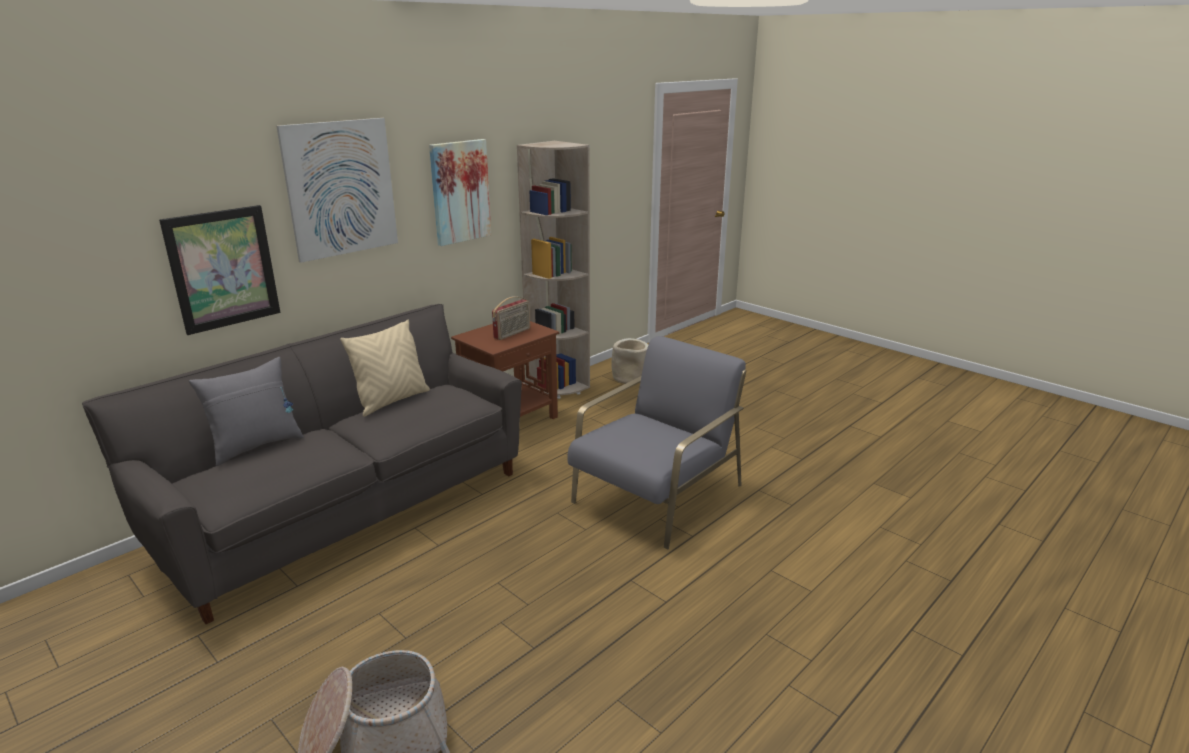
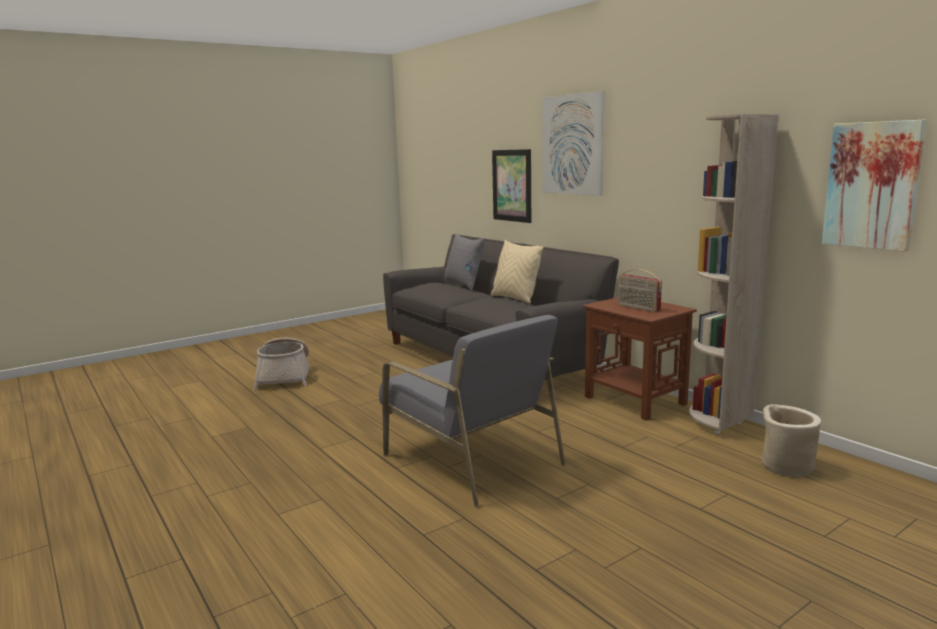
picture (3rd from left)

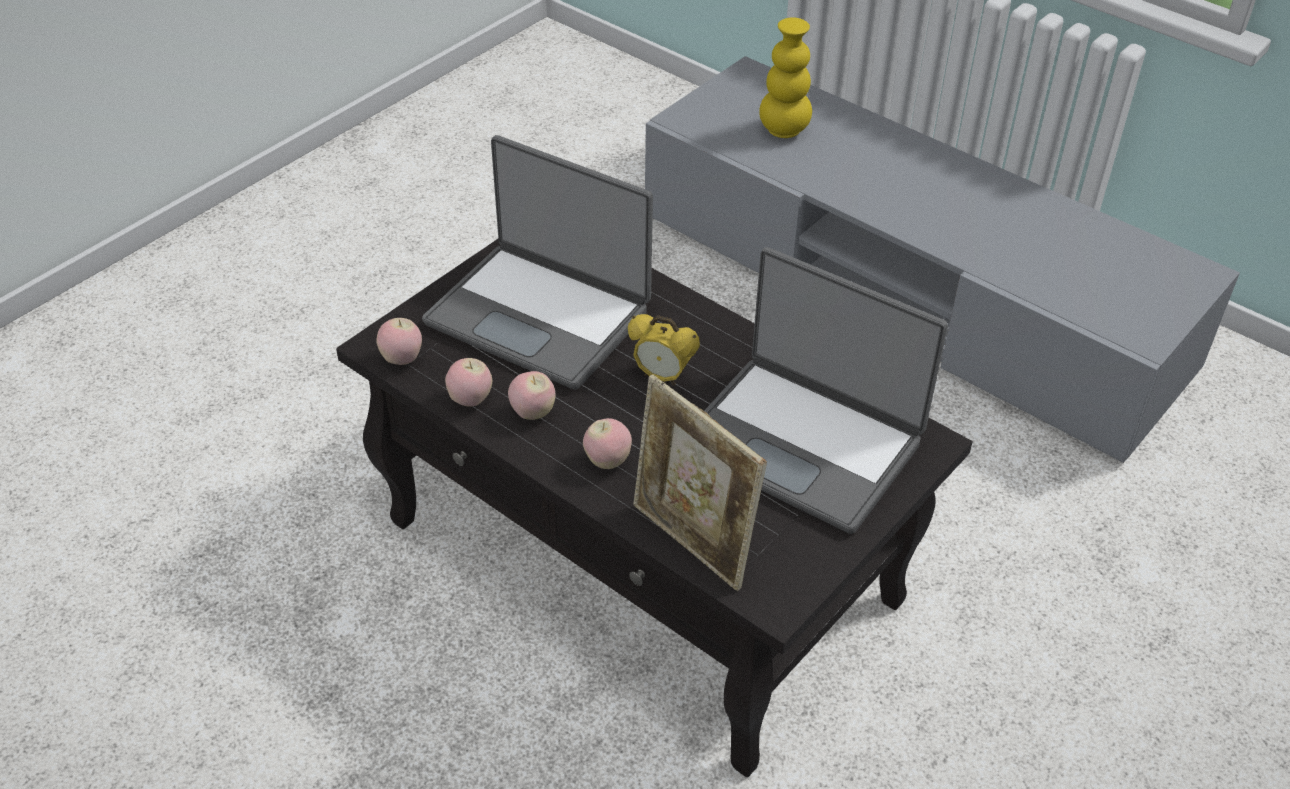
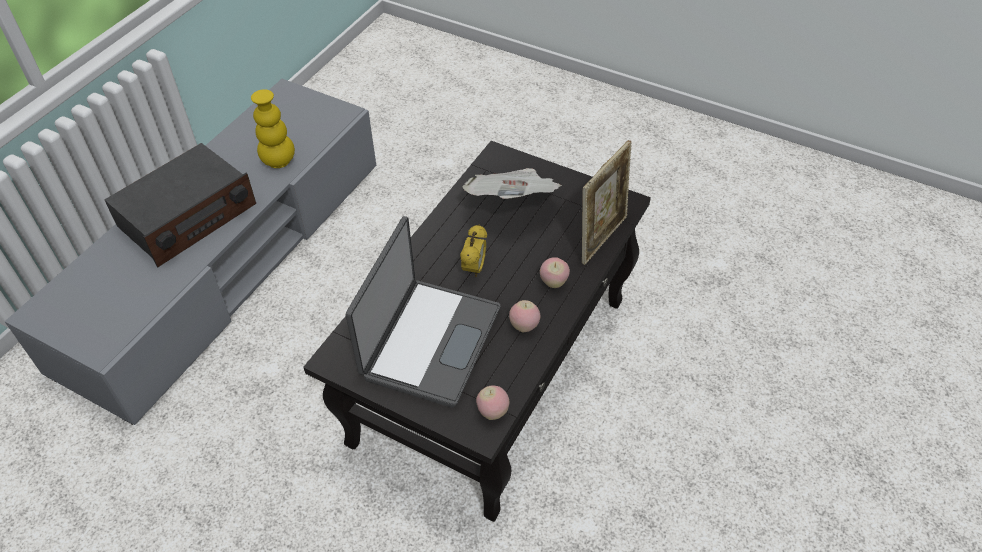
apple (2nd from left in the first image)
newspaper
yellow vase
radio

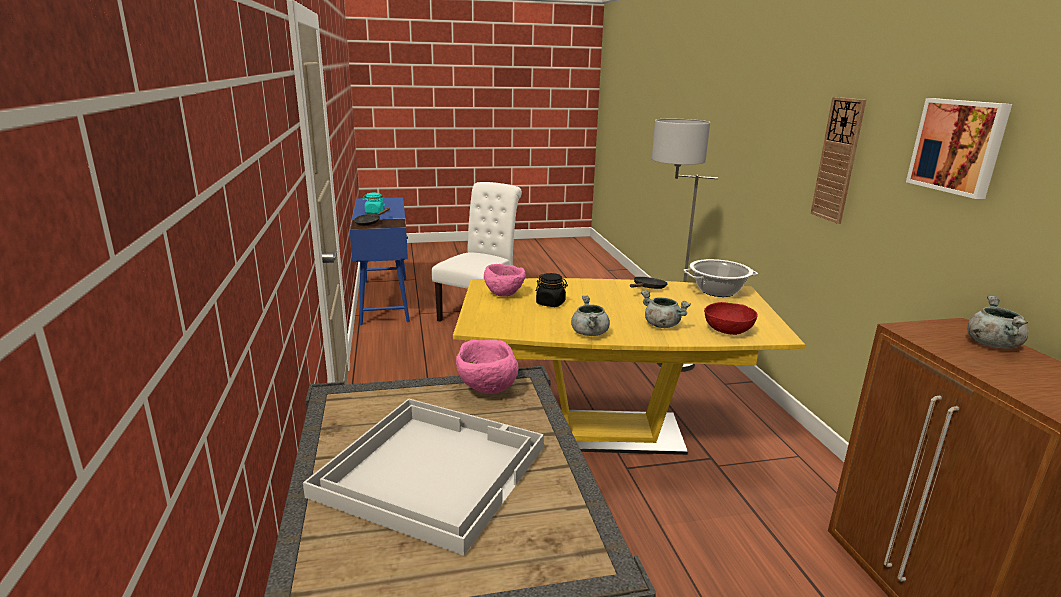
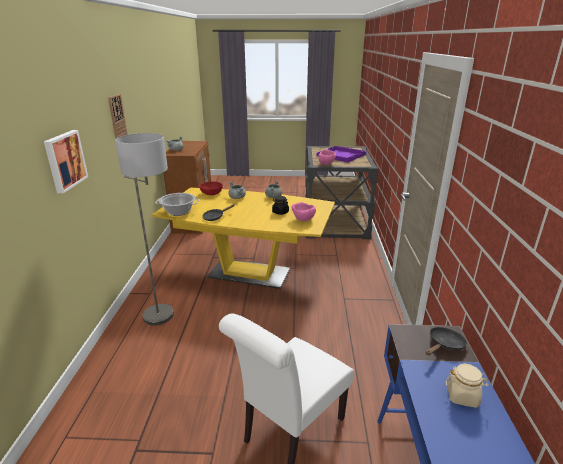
purple tray
beige jar
picture

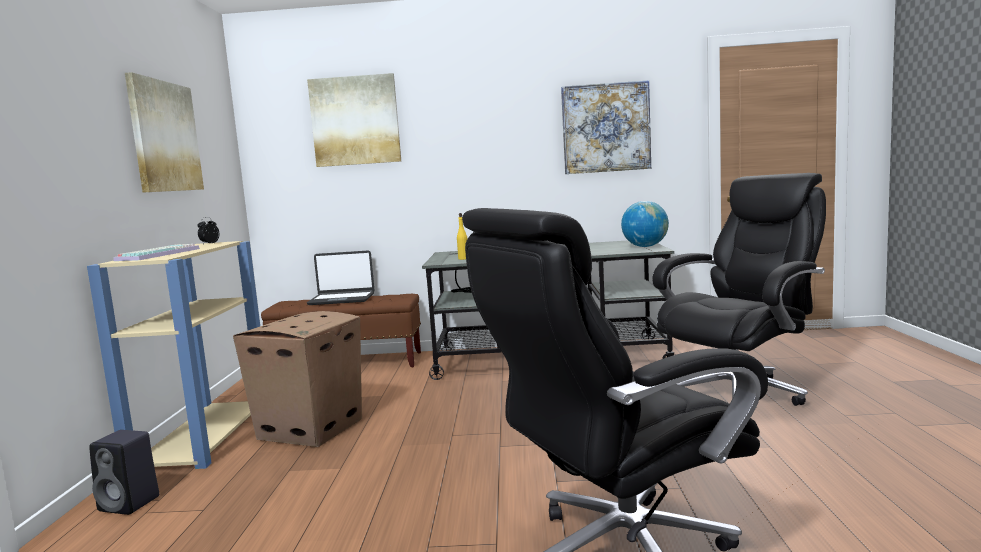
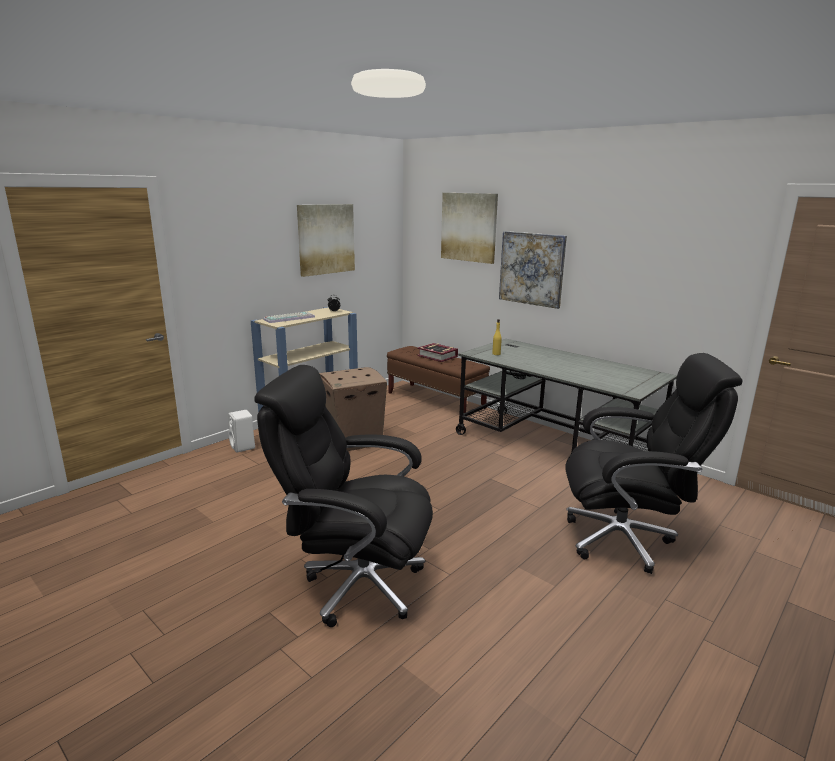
white speaker
book
picture (3rd from left)
globe

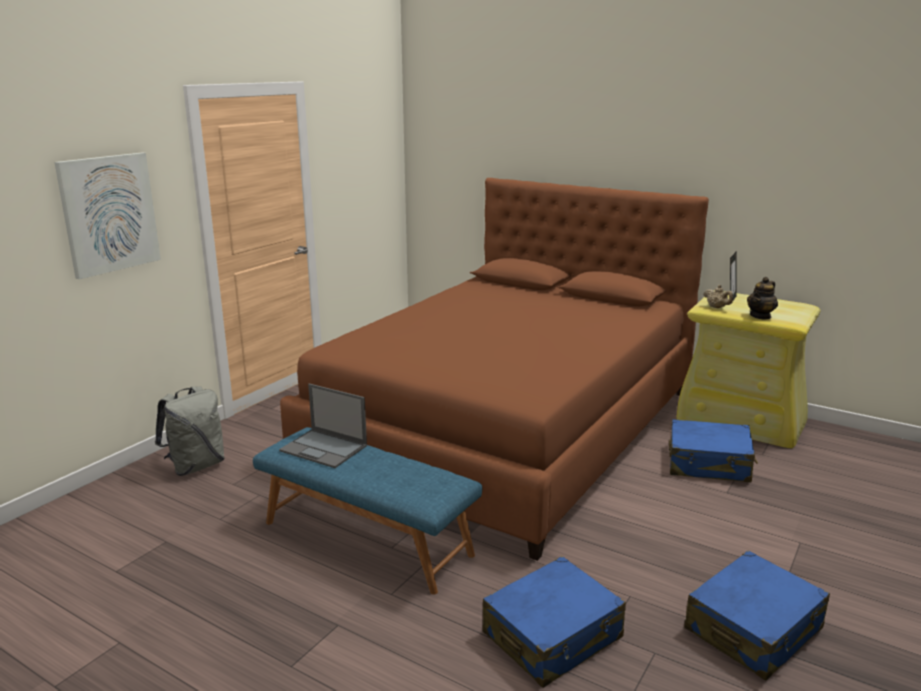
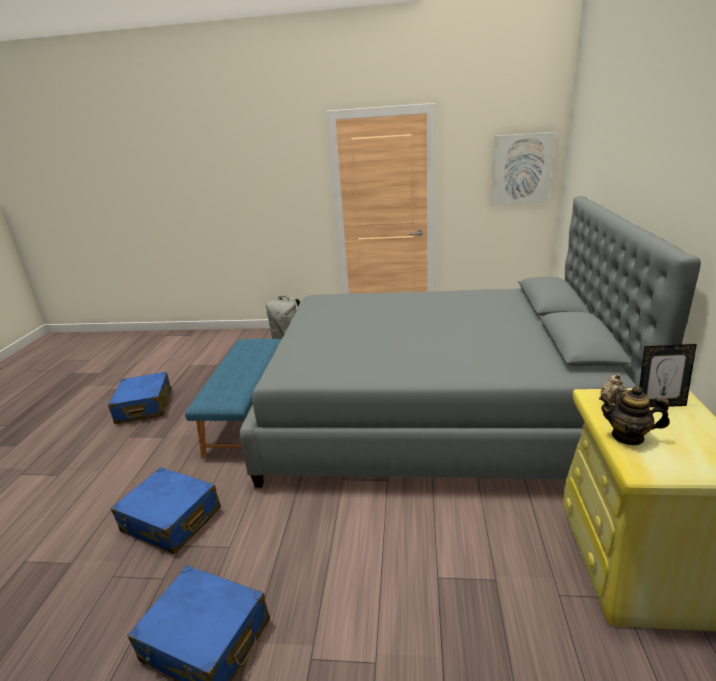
picture
laptop
grey bed
blue suitcase (1st from left)

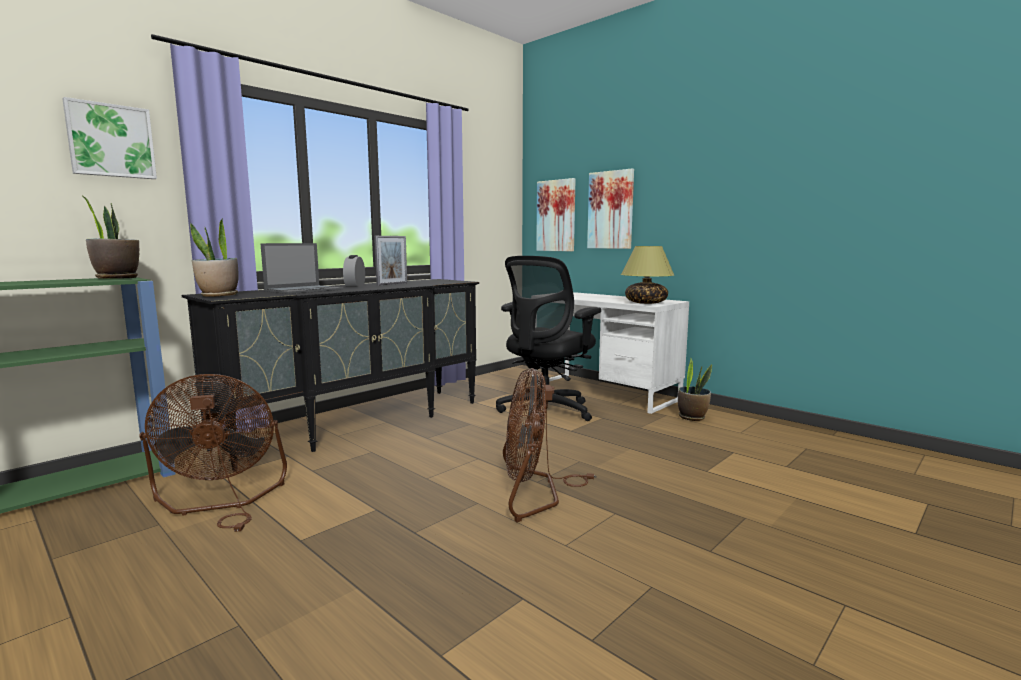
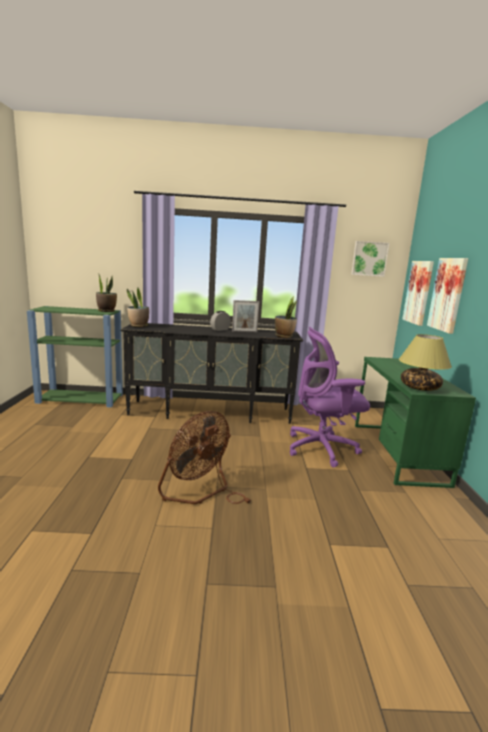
picture (1st from left)
brown fan (1st from left in the first image)
laptop
purple office chair
green desk
potted plant (3rd from left)

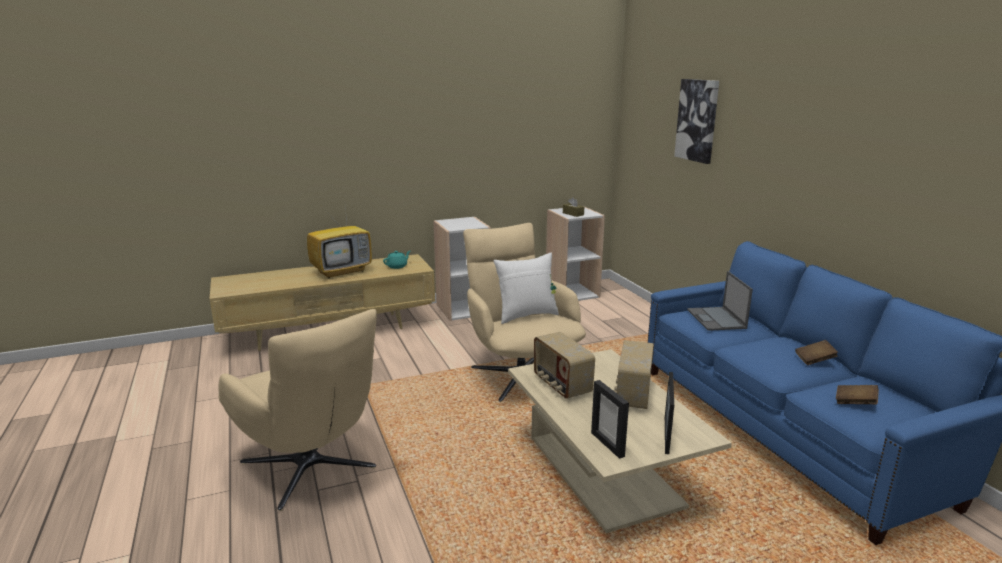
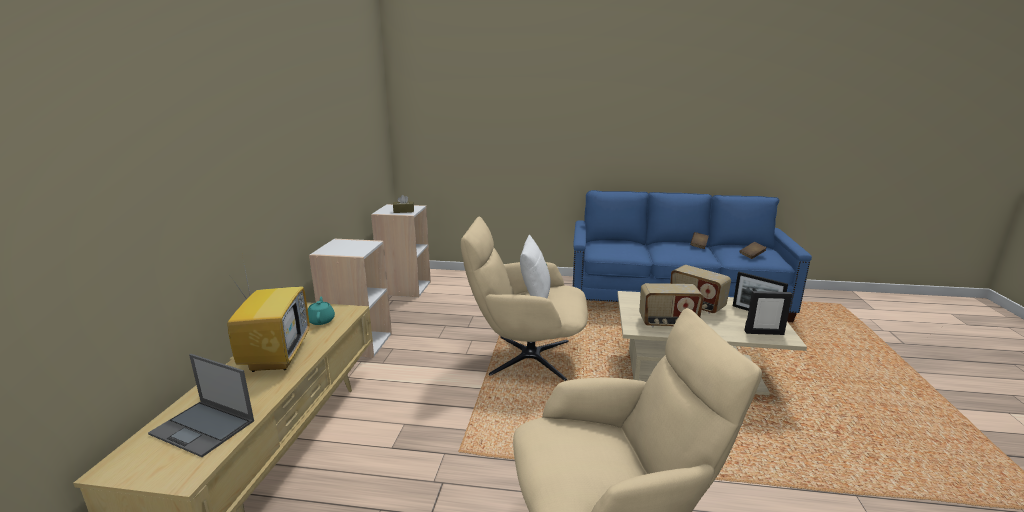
picture
laptop

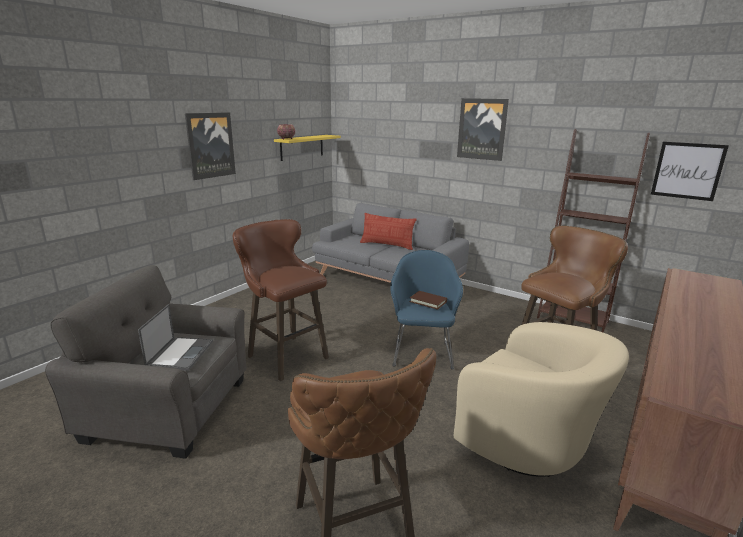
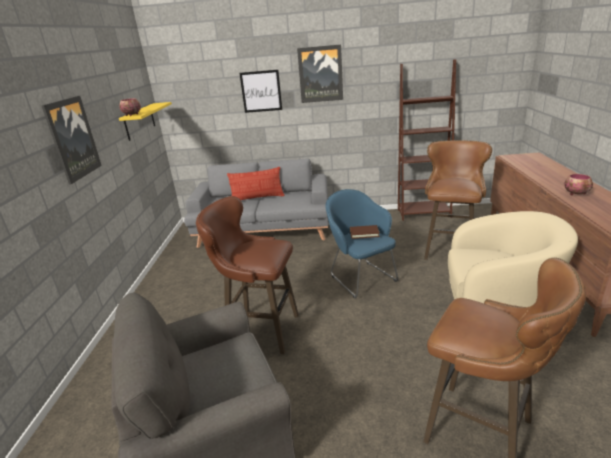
laptop
picture (2nd from left)
bowl (2nd from left)

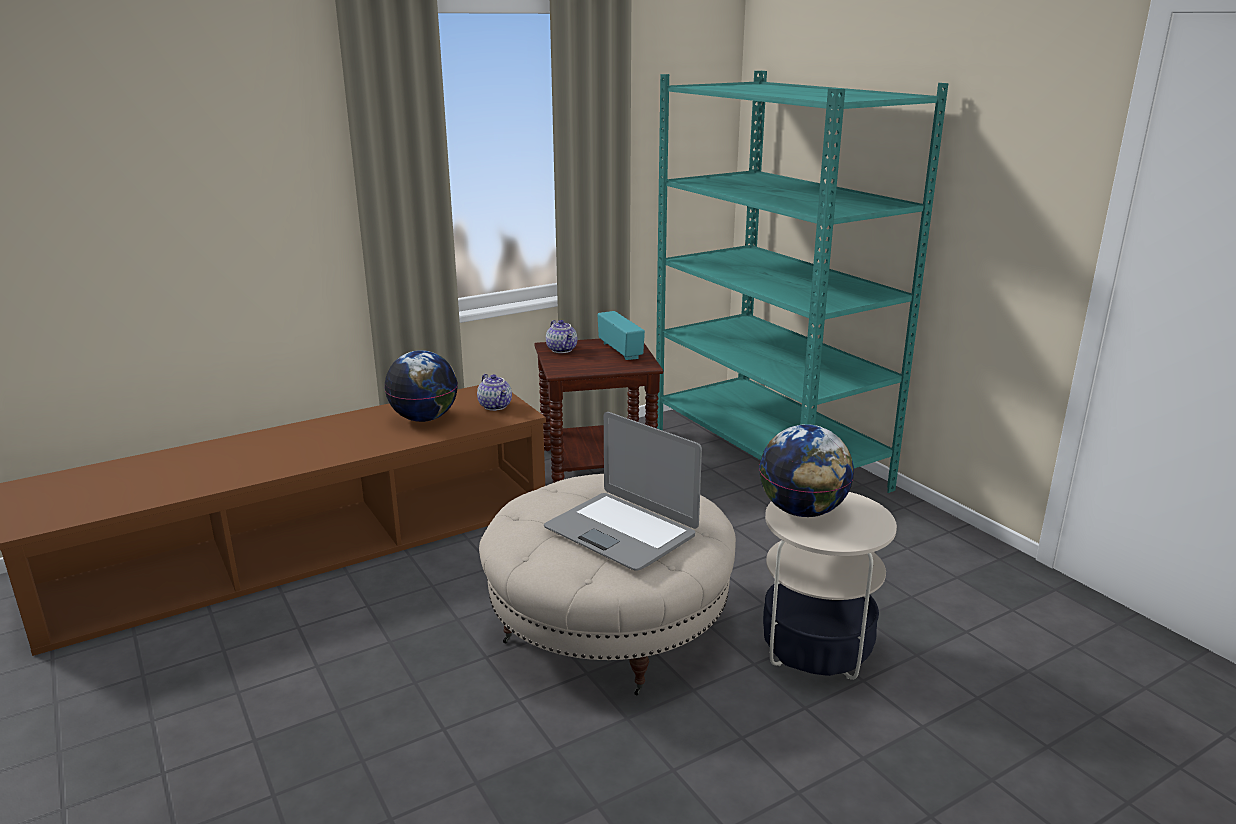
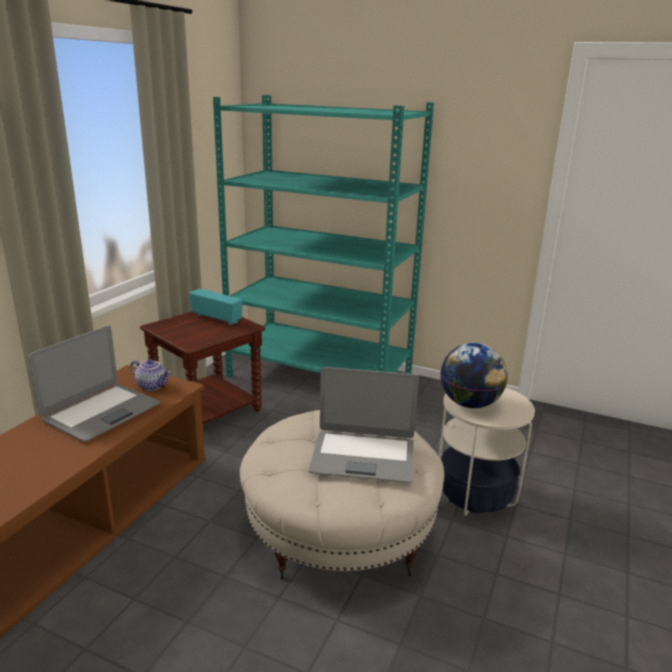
laptop (1st from left)
teapot (2nd from left in the first image)

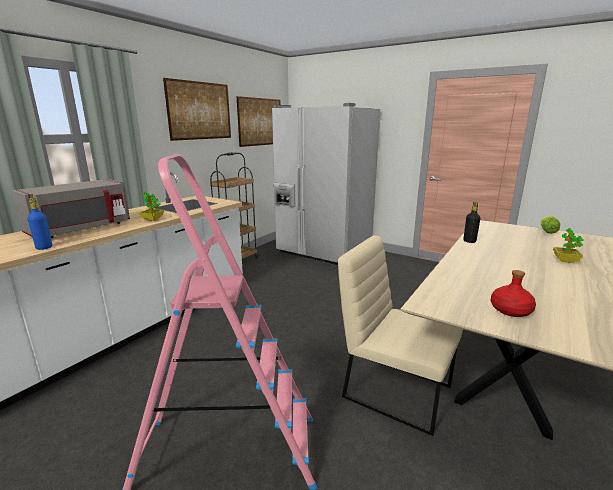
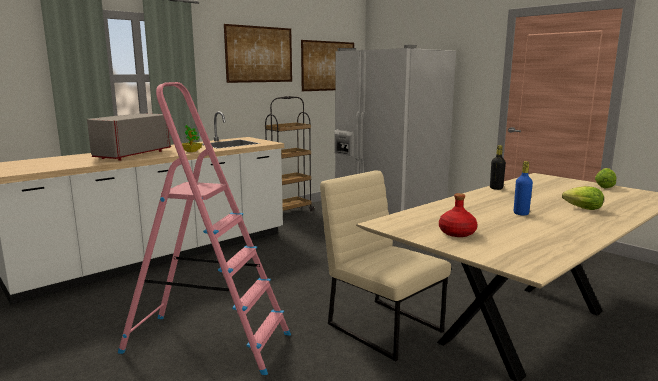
grey microwave
blue bottle
lettuce (1st from left)

